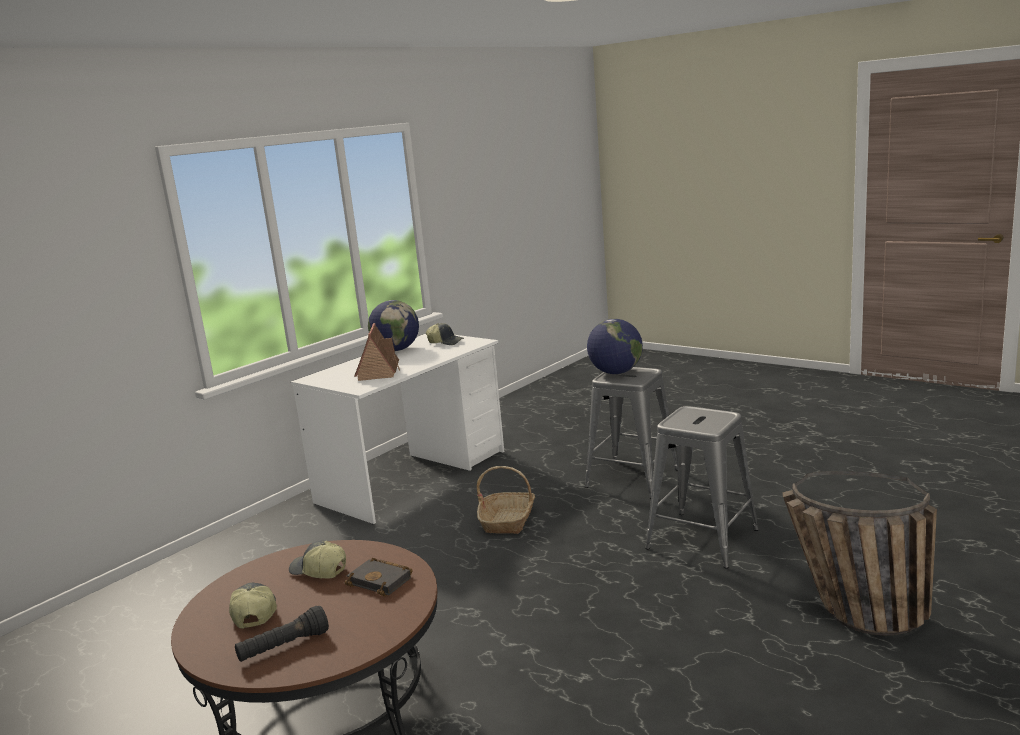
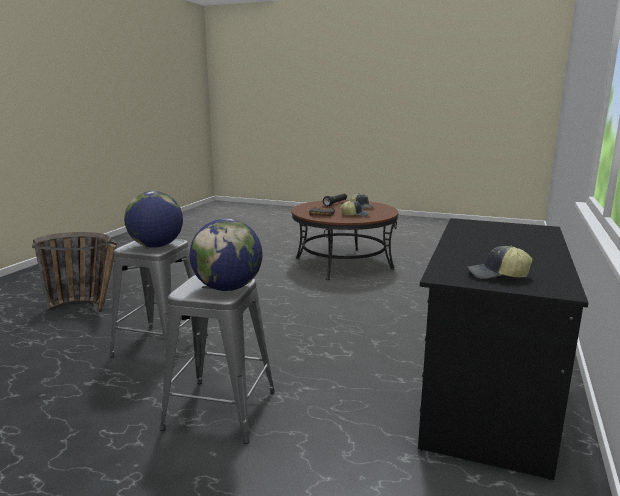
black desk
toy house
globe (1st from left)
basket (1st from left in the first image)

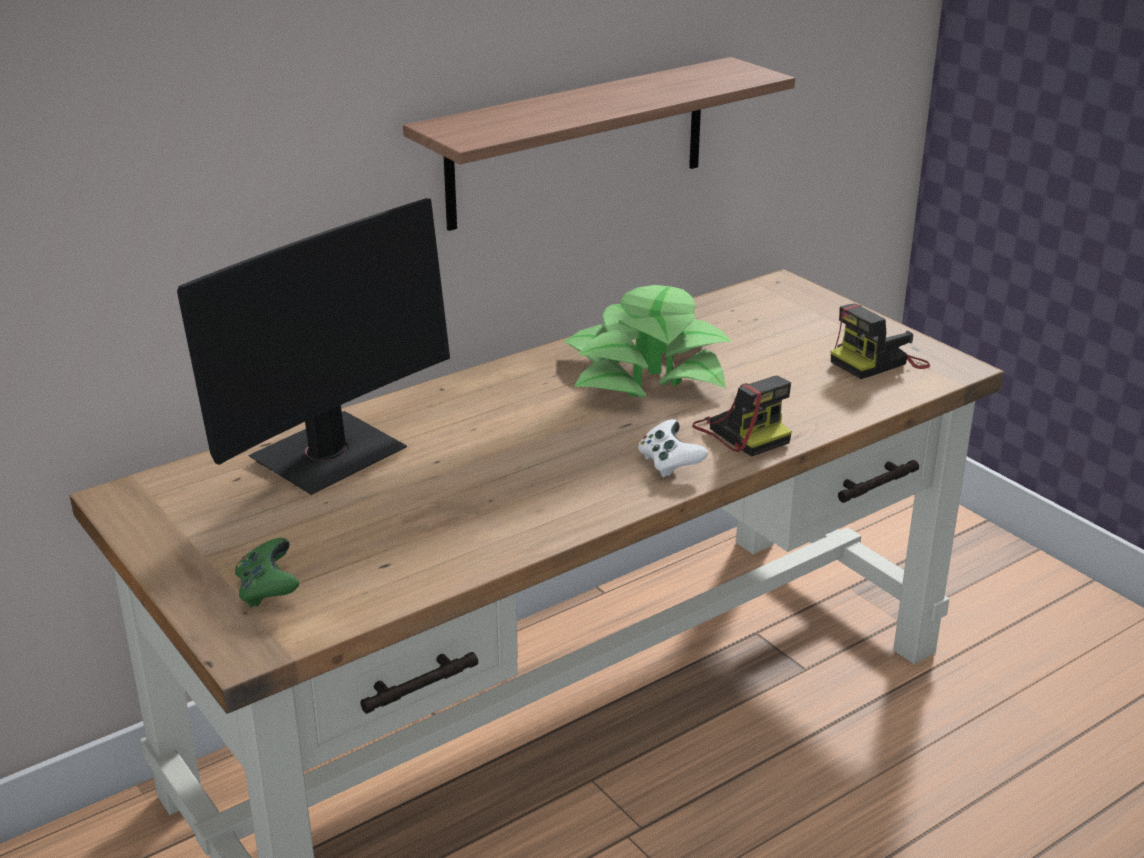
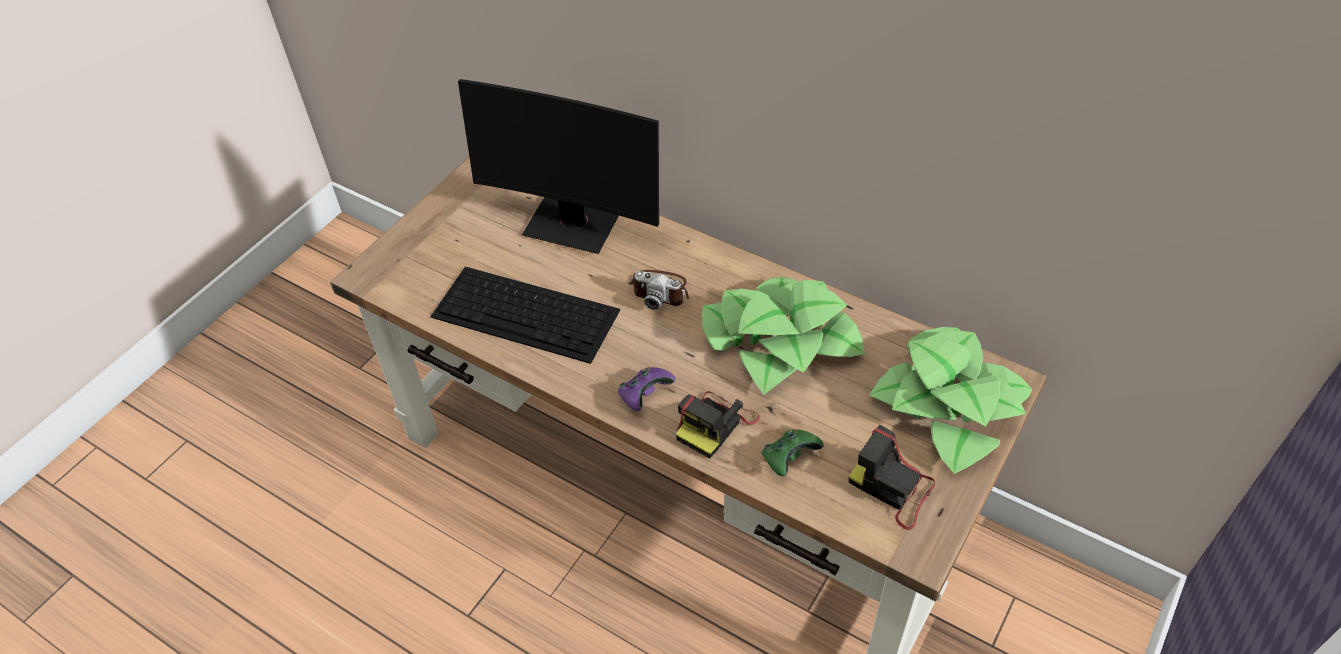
green game controller
shelf
purple game controller
keyboard
photo camera (1st from left)
potted plant (2nd from left)

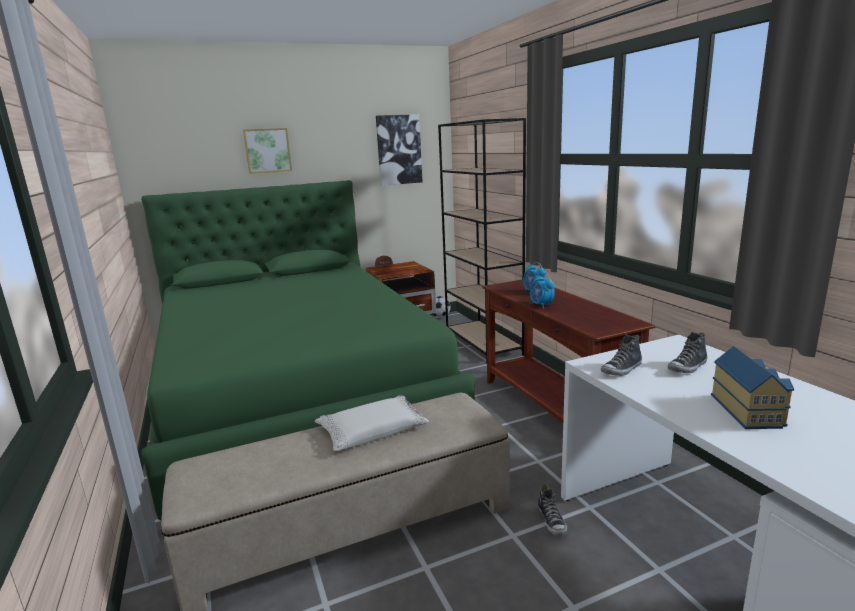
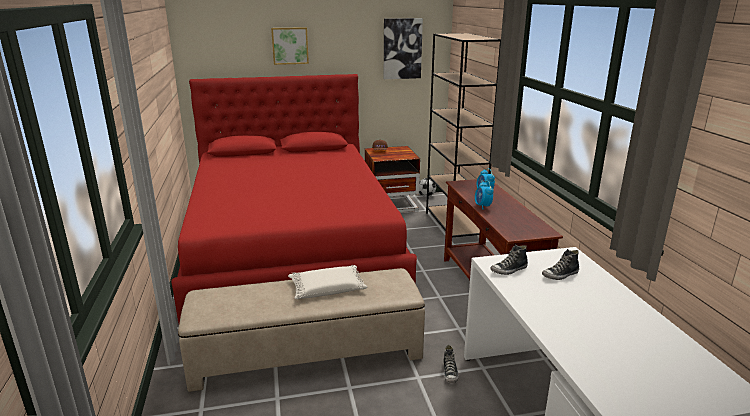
red bed
toy house

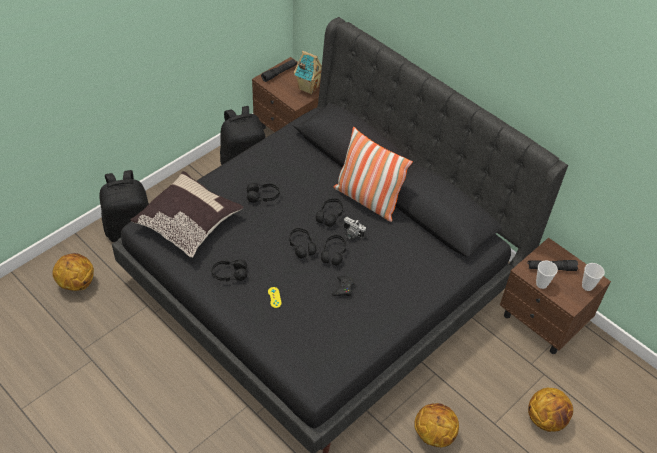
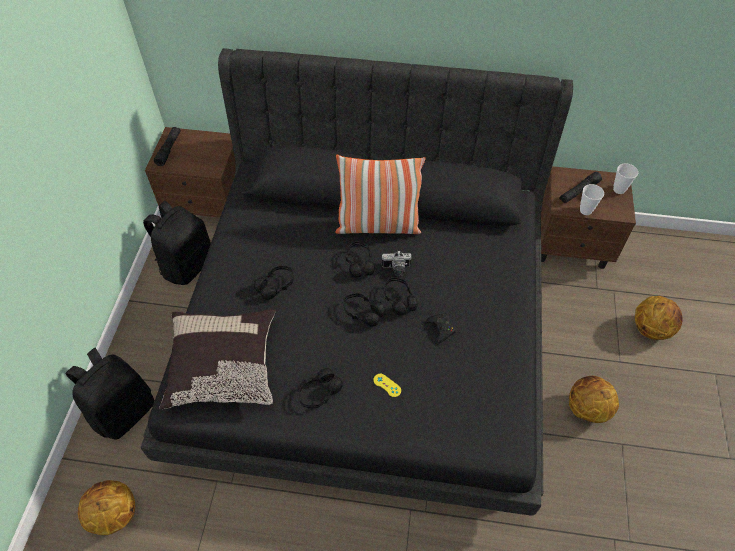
toy house

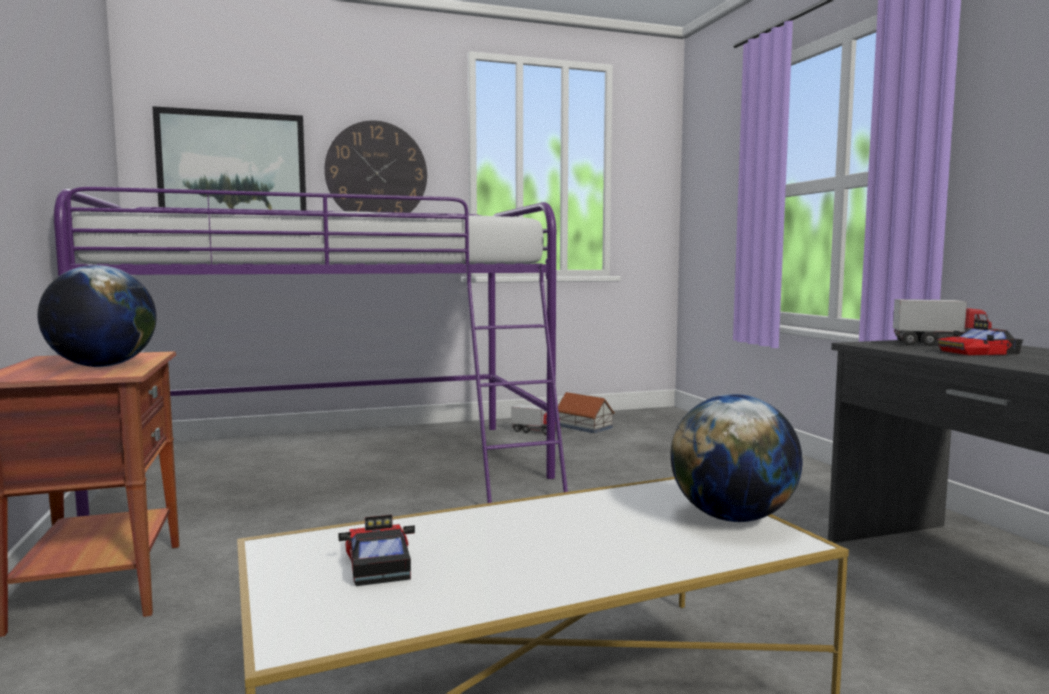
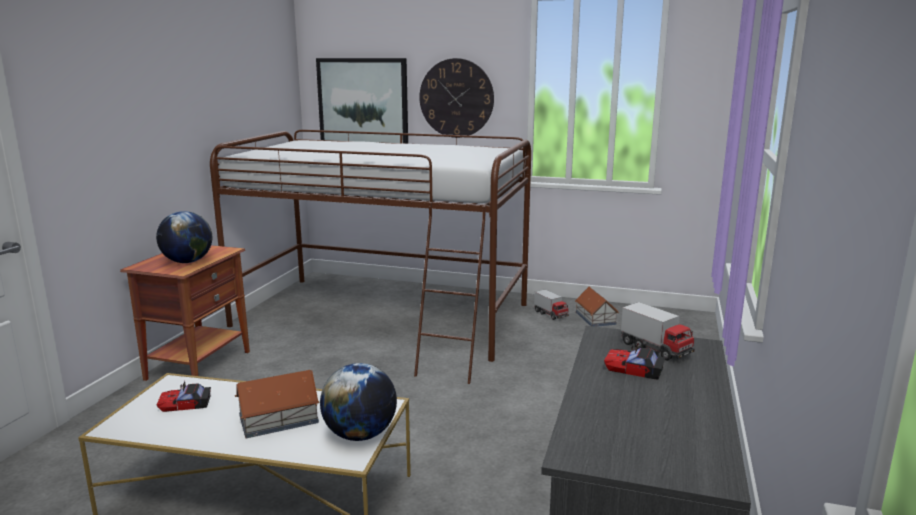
brown bed
toy car (1st from left)
toy house (1st from left)

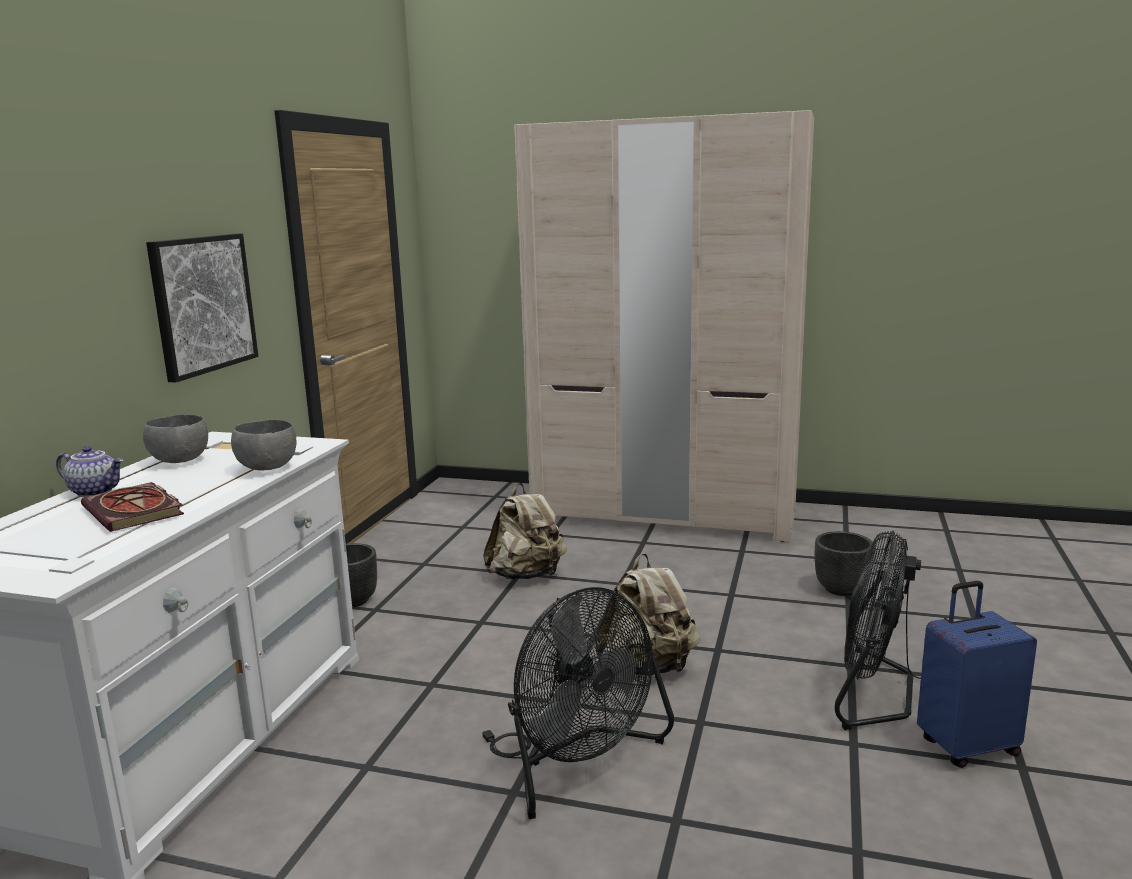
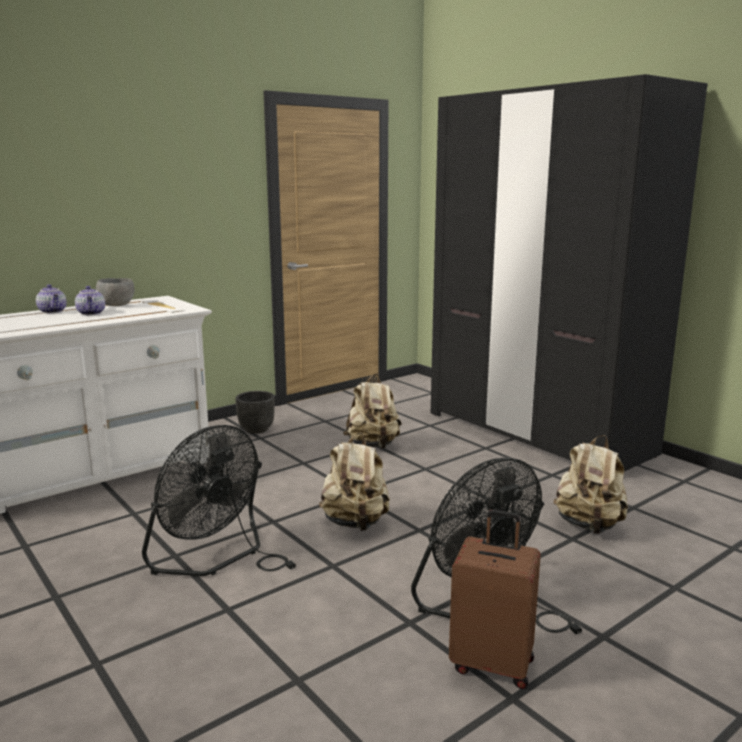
book
picture
grey bowl (2nd from left in the first image)
black fan (1st from left)
black wardrobe
beige backpack (3rd from left)
brown suitcase
teapot (2nd from left)

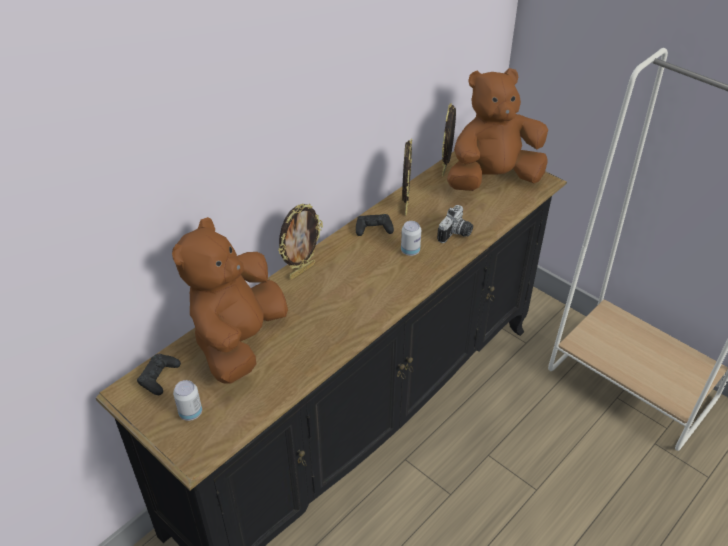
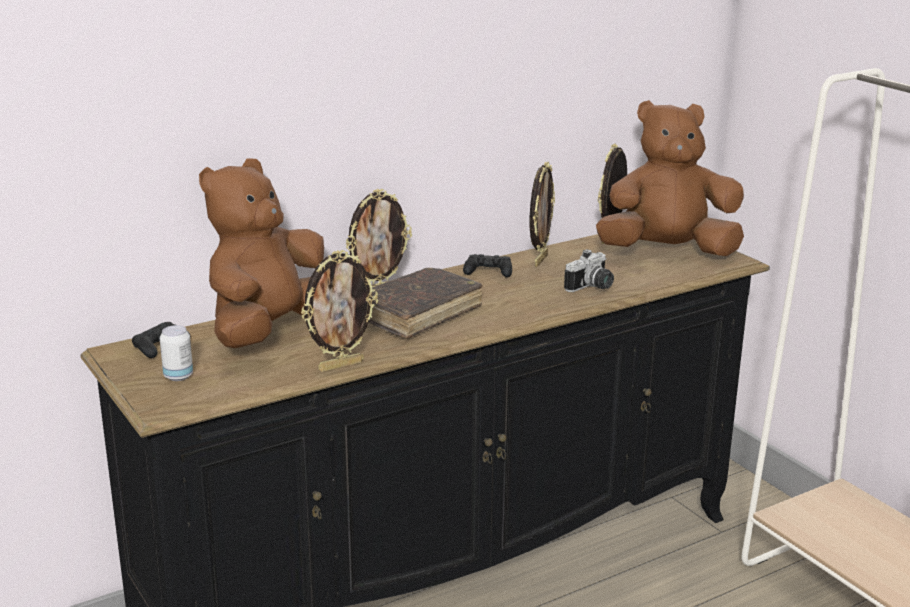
can (2nd from left in the first image)
picture frame (1st from left)
brown book

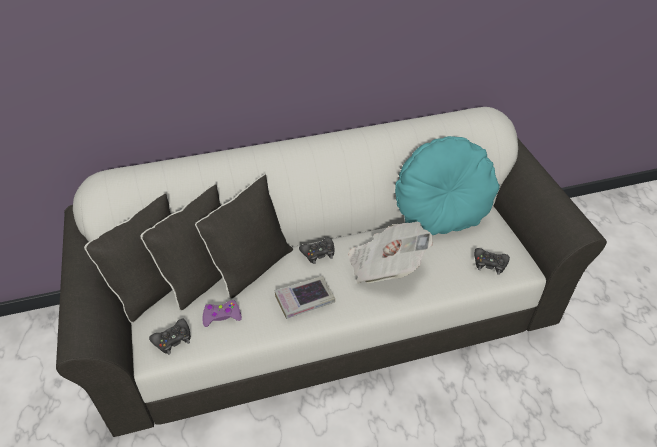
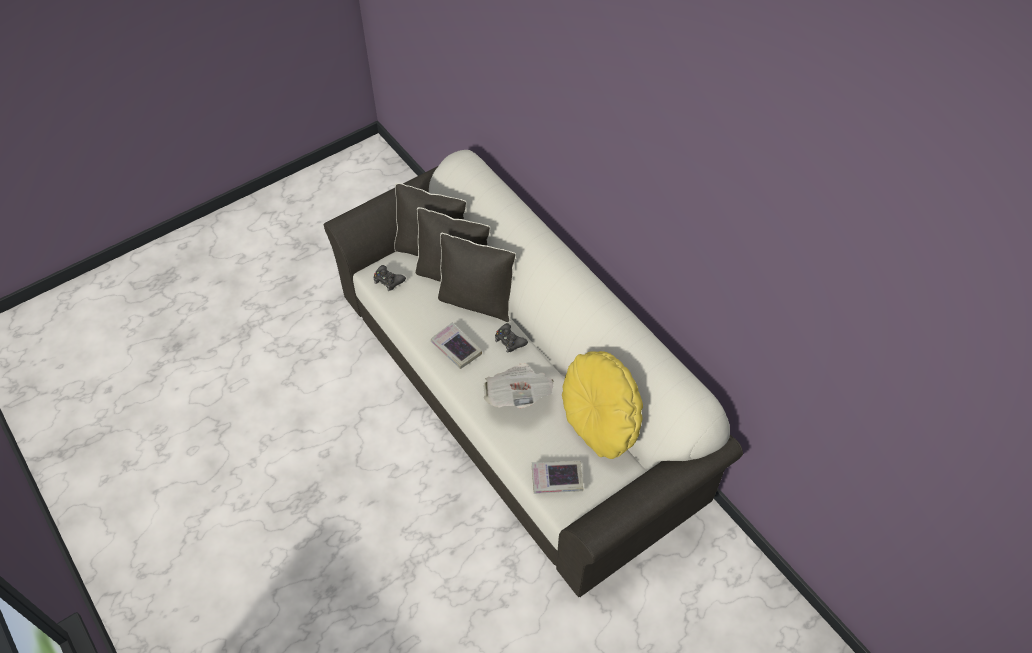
purple game controller
yellow pillow
book (2nd from left)

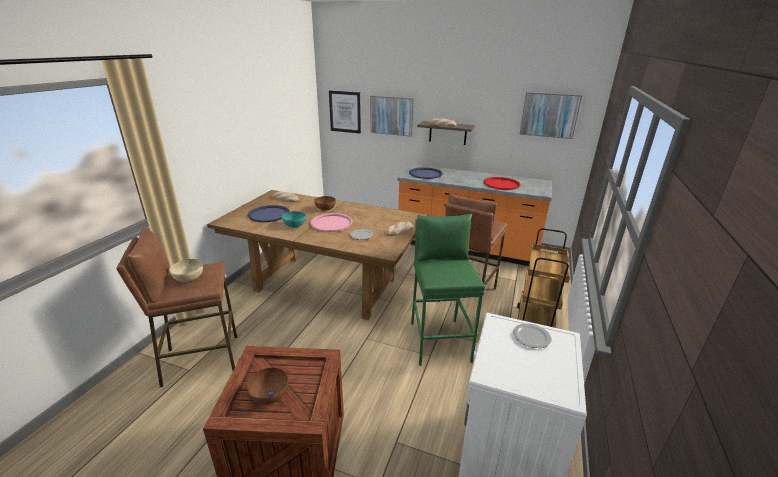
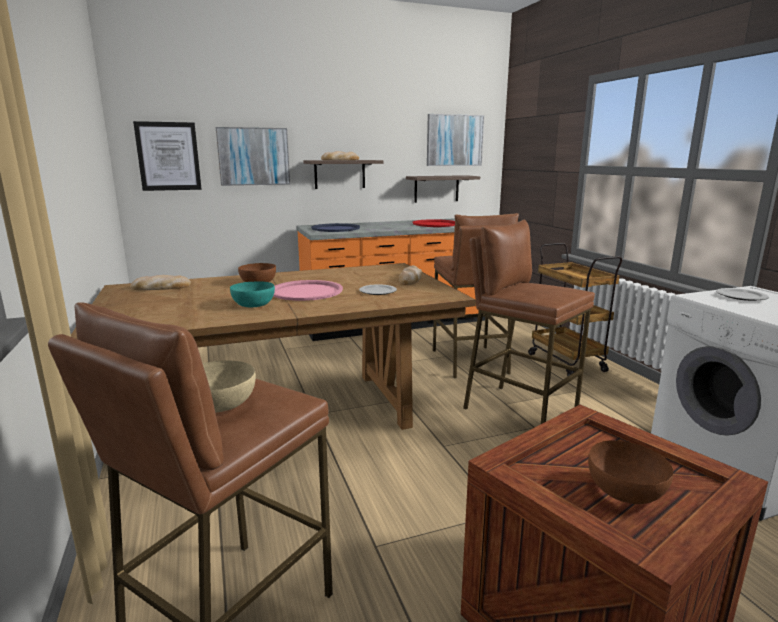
blue tray (1st from left in the first image)
brown stool (3rd from left)
shelf (2nd from left)

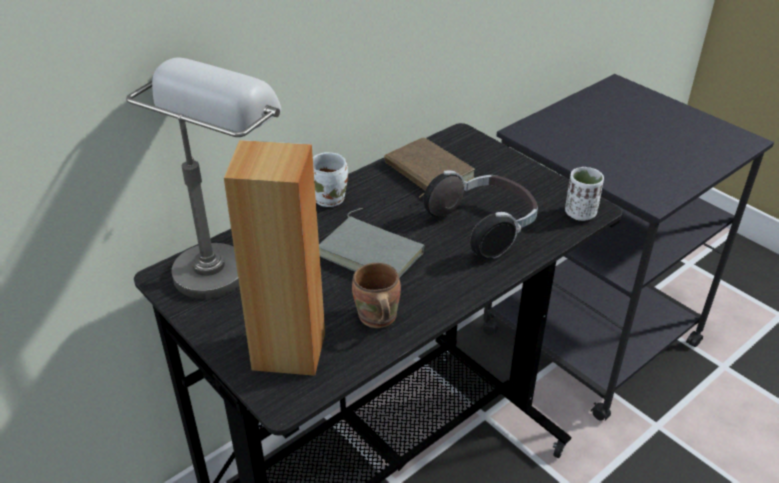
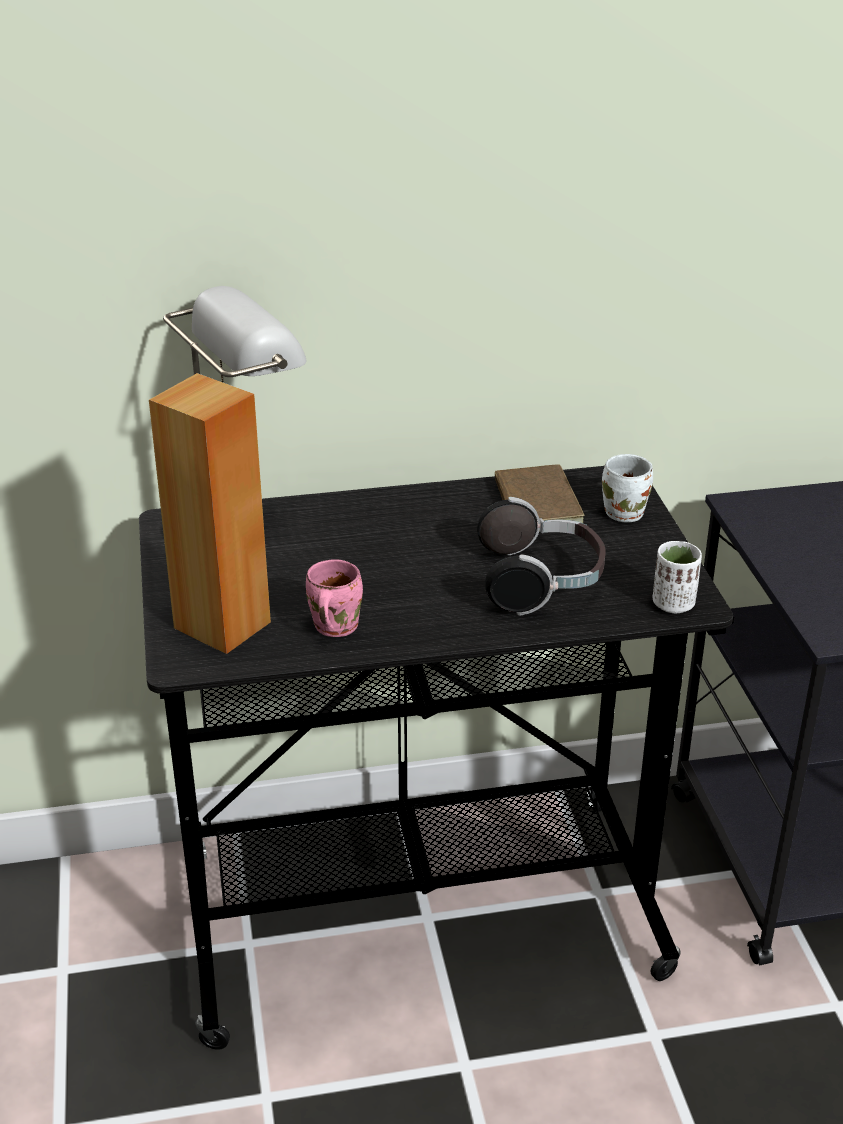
white mug
grey book
pink mug

